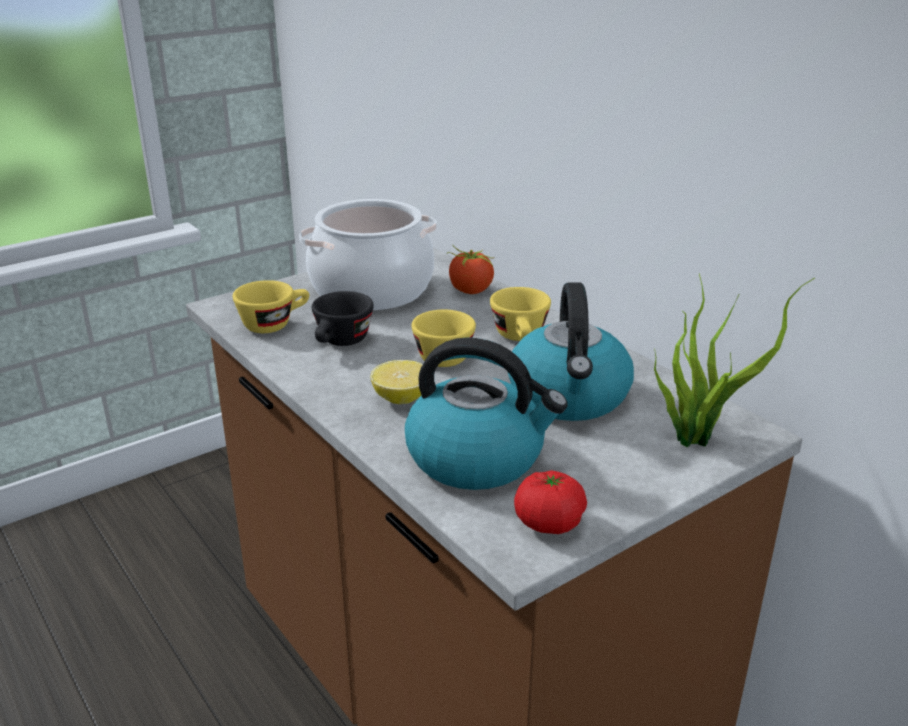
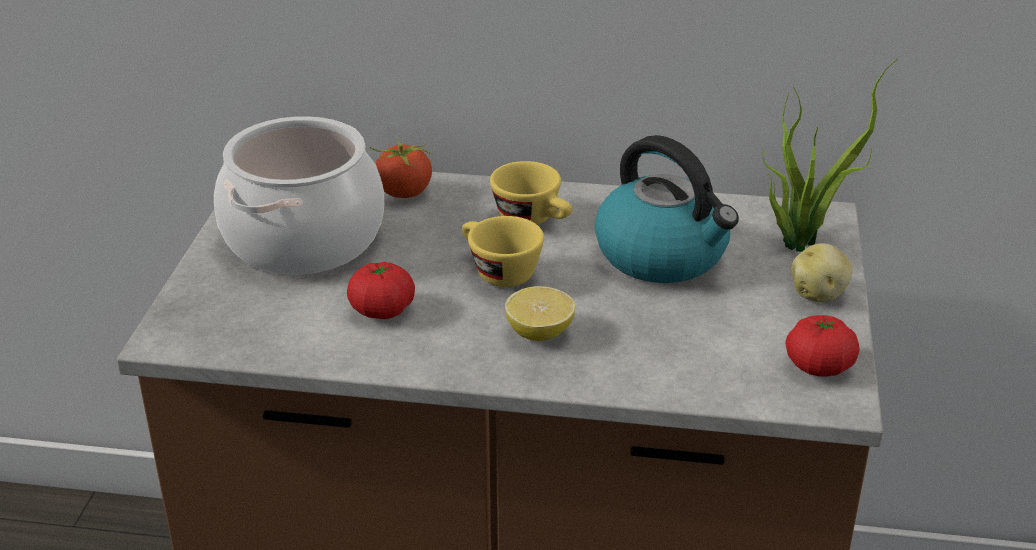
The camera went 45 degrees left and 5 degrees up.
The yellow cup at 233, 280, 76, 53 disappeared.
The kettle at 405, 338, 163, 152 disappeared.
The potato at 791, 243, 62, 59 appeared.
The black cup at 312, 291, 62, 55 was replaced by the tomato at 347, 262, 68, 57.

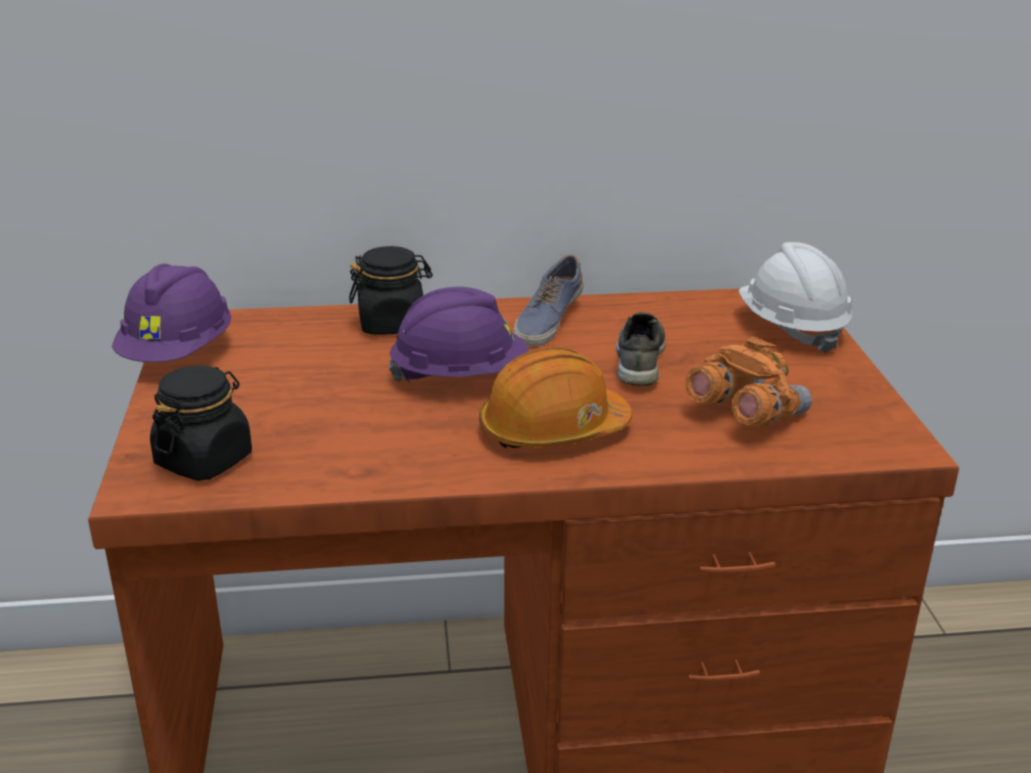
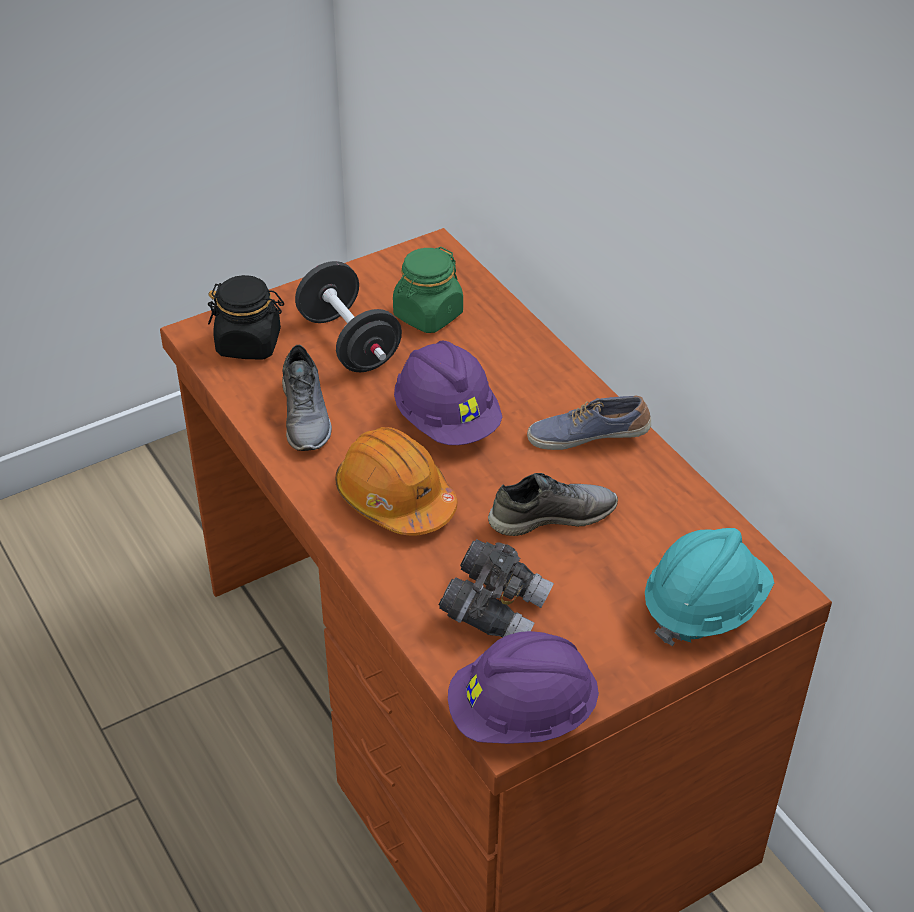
The camera went 65 degrees right and 15 degrees up.
The black jar at 349, 246, 84, 89 disappeared.
The grey shoe at 282, 345, 50, 106 appeared.
The black dumbbell at 295, 261, 107, 111 appeared.
The green jar at 393, 247, 70, 86 appeared.
The purple hard hat moved from 112, 264, 119, 98 to 448, 631, 151, 113.
The orange binoculars at 685, 337, 127, 90 became the grey binoculars at 438, 539, 116, 98.
The white hard hat at 738, 242, 114, 112 became the turquoise hard hat at 645, 528, 129, 118.

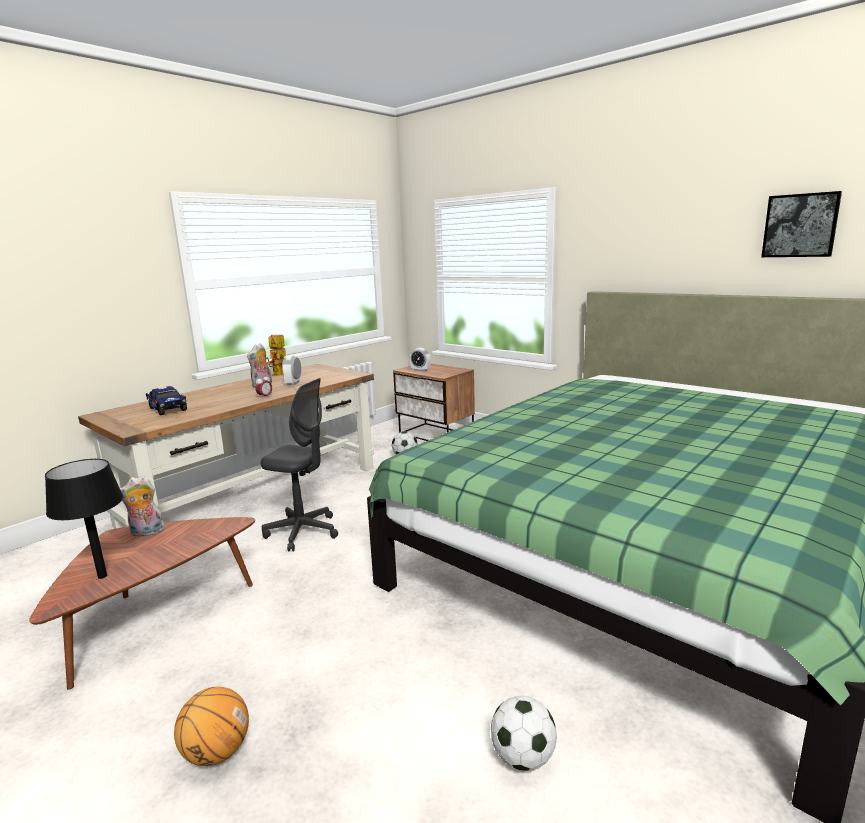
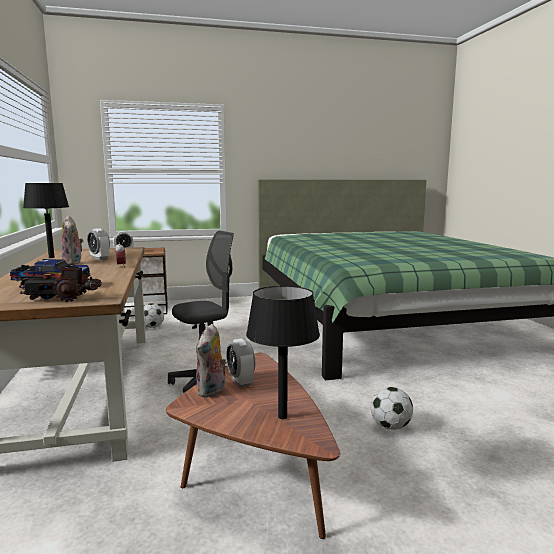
The camera went 55 degrees left and 5 degrees down.
The basketball at 174, 687, 75, 79 disappeared.
The picture at 761, 191, 81, 66 disappeared.
The toy truck at 15, 265, 87, 37 appeared.
The alarm clock at 226, 338, 29, 49 appeared.
The football moved from 491, 696, 66, 75 to 370, 387, 43, 43.
The toy robot at 266, 334, 20, 42 was replaced by the black table lamp at 23, 183, 46, 75.

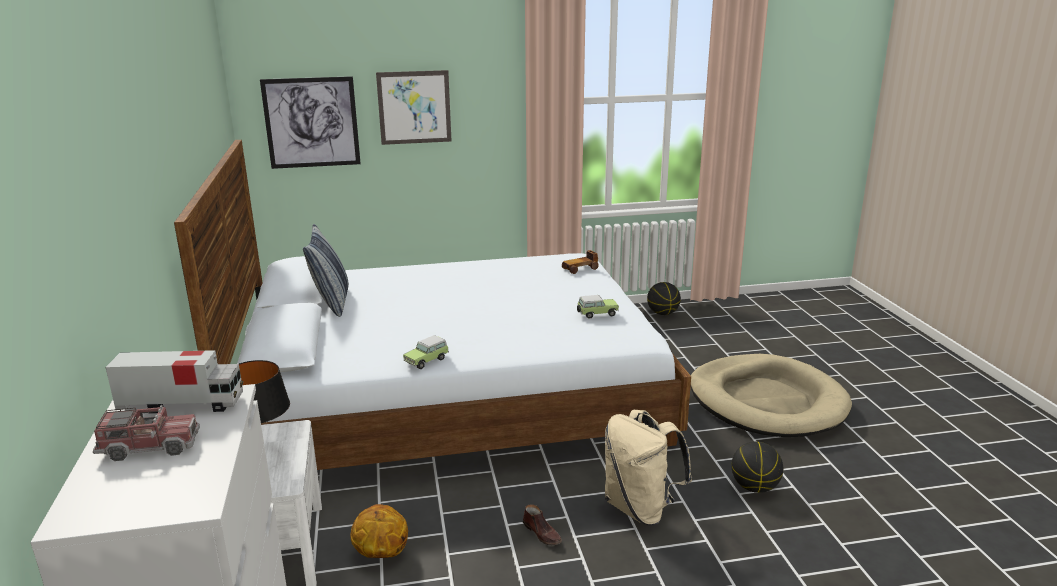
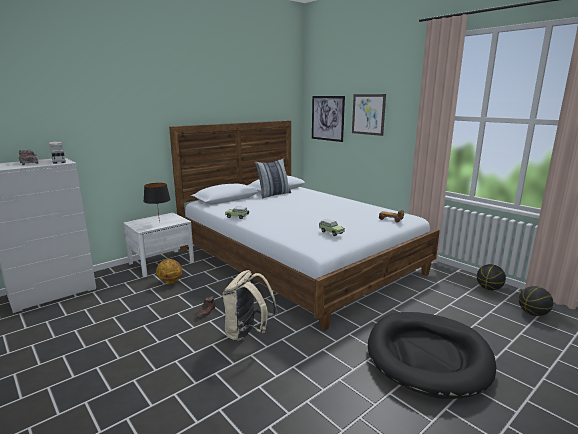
The camera went 60 degrees right and 5 degrees down.
The basketball moved from 731, 442, 52, 51 to 519, 286, 34, 30.
The beige dog bed at 691, 354, 161, 83 became the black dog bed at 368, 312, 128, 87.

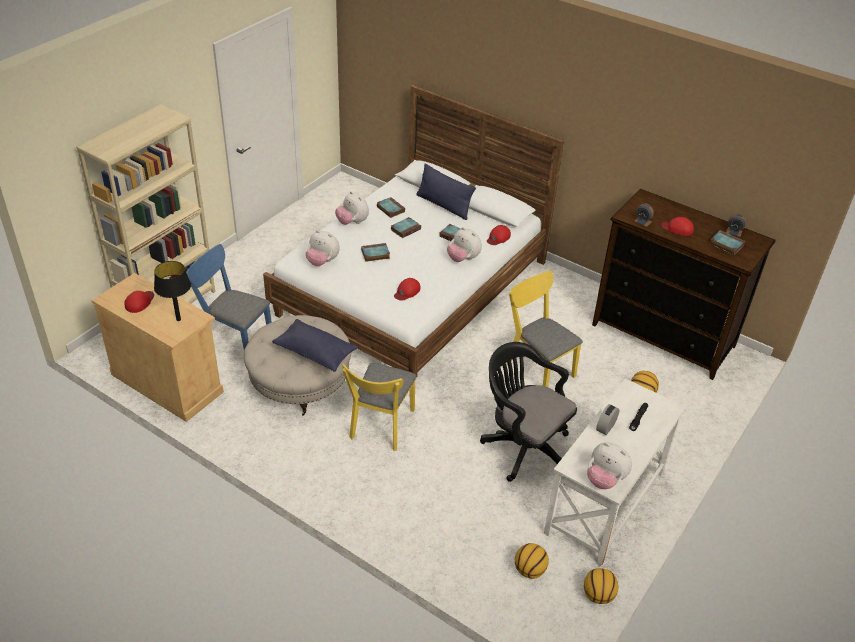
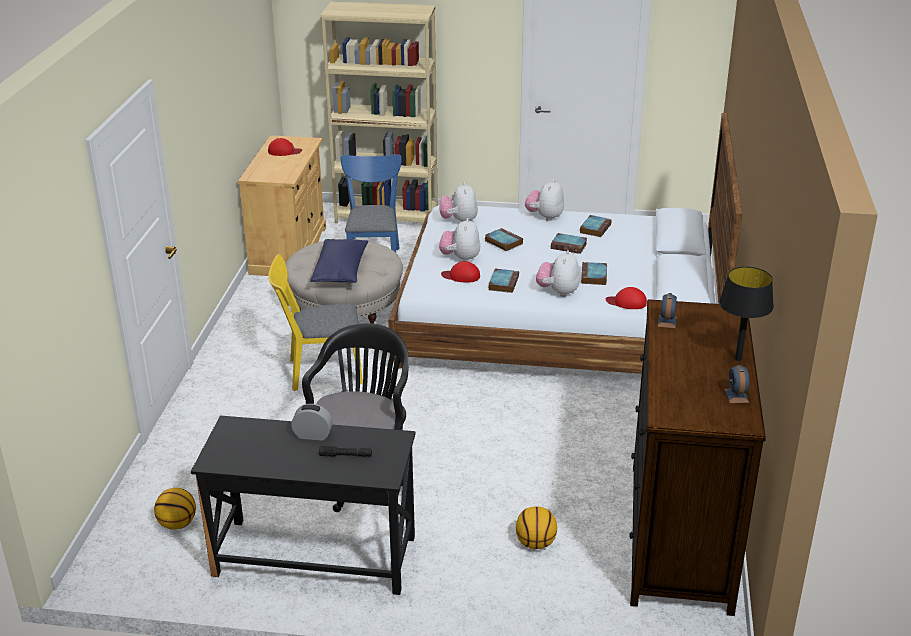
The camera went 65 degrees right and 10 degrees down.
The blue pillow at 416, 163, 60, 57 disappeared.
The yellow chair at 506, 271, 77, 116 disappeared.
The basketball at 584, 568, 34, 36 disappeared.
The red cap at 661, 217, 33, 19 disappeared.
The black table lamp moved from 154, 261, 37, 60 to 719, 267, 55, 94.
The plush toy moved from 587, 443, 45, 46 to 439, 218, 41, 44.
The book moved from 709, 230, 36, 25 to 488, 269, 31, 24.
The white desk at 544, 378, 142, 188 became the black desk at 191, 416, 225, 179.

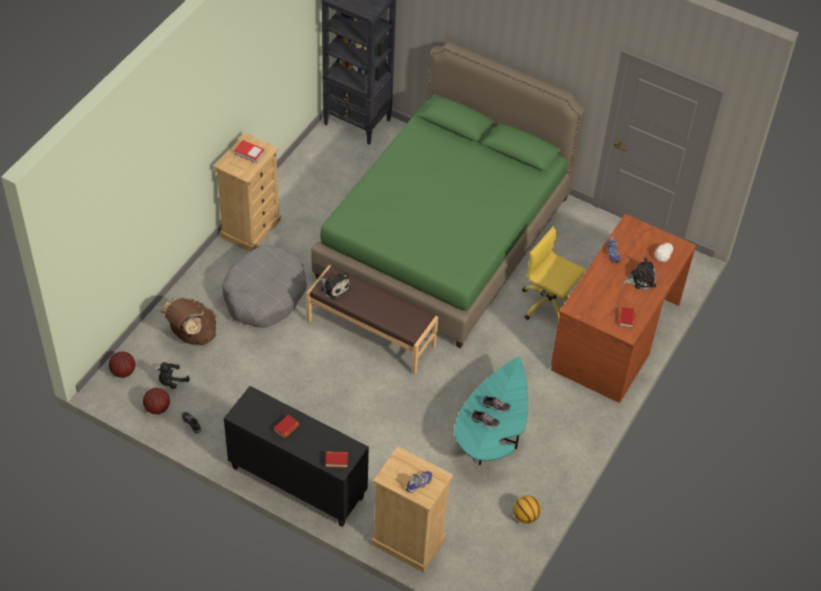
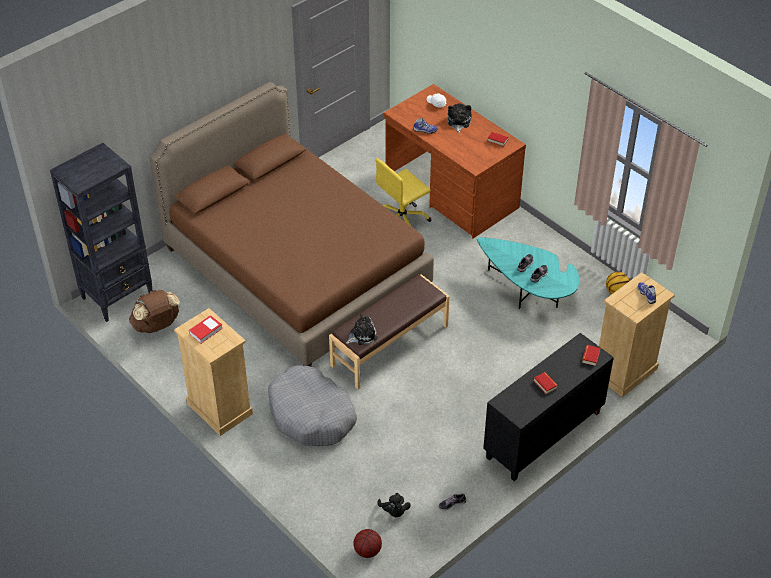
The camera went 70 degrees left and 5 degrees down.
The basketball at 143, 388, 27, 26 disappeared.
The brown backpack moved from 159, 298, 57, 47 to 129, 290, 51, 43.
The green bed at 311, 42, 274, 306 became the brown bed at 149, 82, 285, 285.

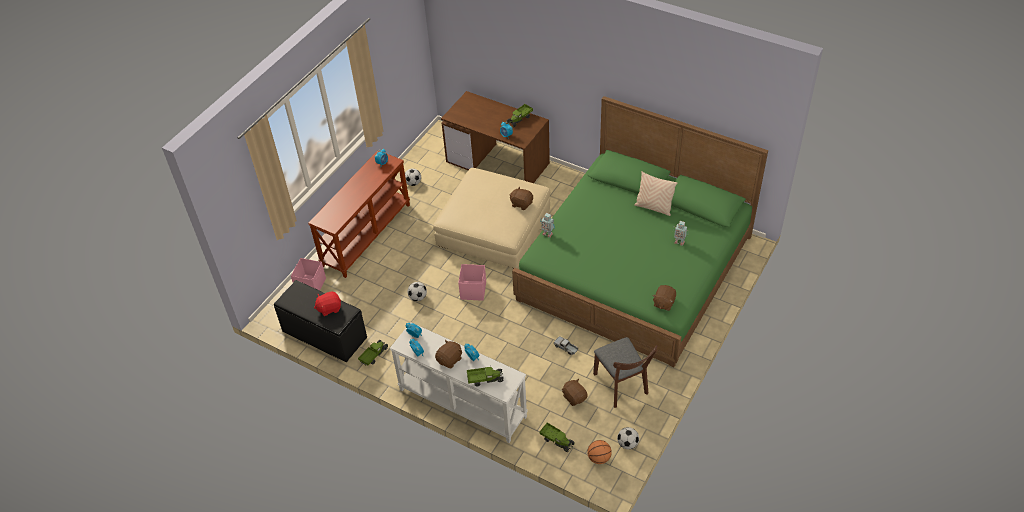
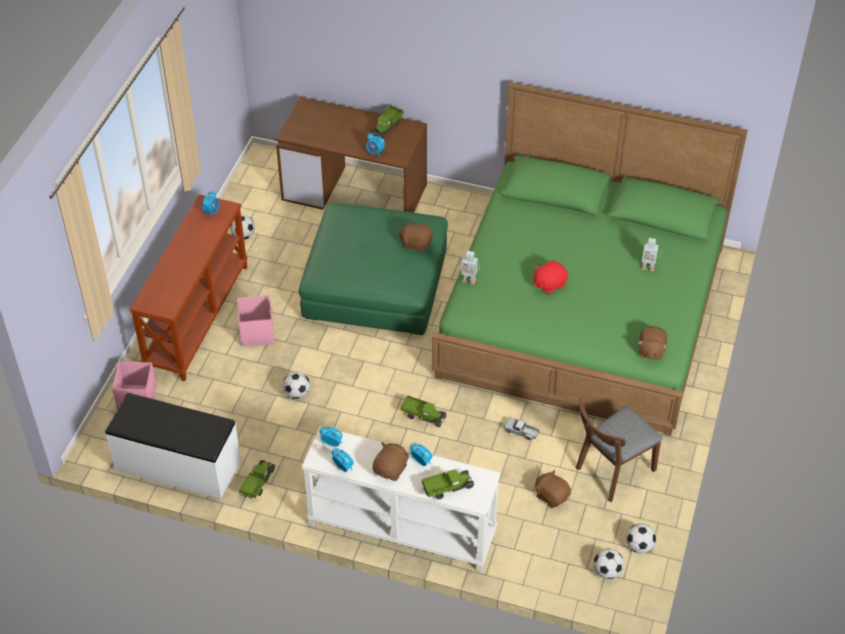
The camera went 15 degrees left and 0 degrees up.
The beige pillow at 634, 171, 43, 45 disappeared.
The red plush toy moved from 314, 291, 27, 25 to 534, 260, 34, 34.
The pink storage box moved from 458, 264, 28, 37 to 237, 295, 37, 52.
The toy truck moved from 539, 423, 36, 29 to 400, 395, 47, 32.
The basketball at 587, 440, 25, 24 was replaced by the football at 594, 548, 30, 31.
The black bench at 274, 280, 93, 82 became the white bench at 105, 393, 136, 106.
The beige ottoman at 433, 168, 117, 100 became the green ottoman at 299, 203, 149, 132.
The brown chair at 593, 337, 65, 71 turned 90 degrees clockwise.

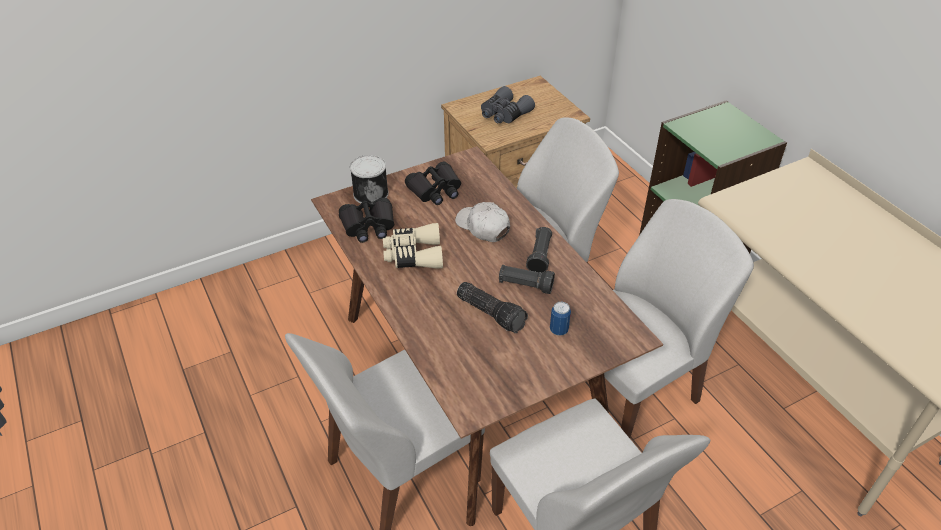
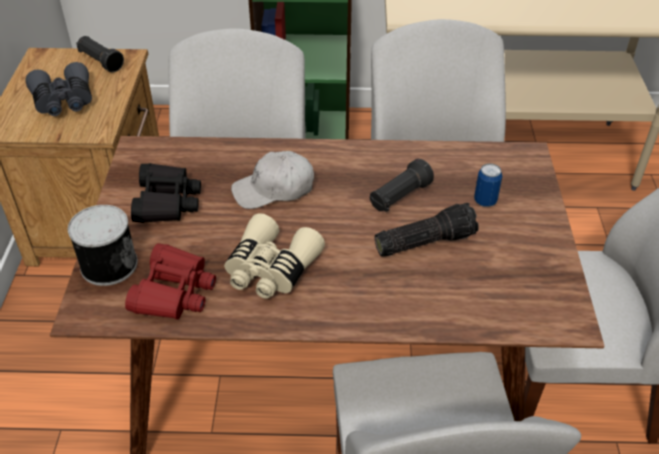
The camera went 60 degrees left and 0 degrees up.
The black flashlight moved from 526, 227, 26, 46 to 76, 36, 48, 36.
The black binoculars at 339, 198, 55, 45 became the red binoculars at 125, 243, 91, 77.

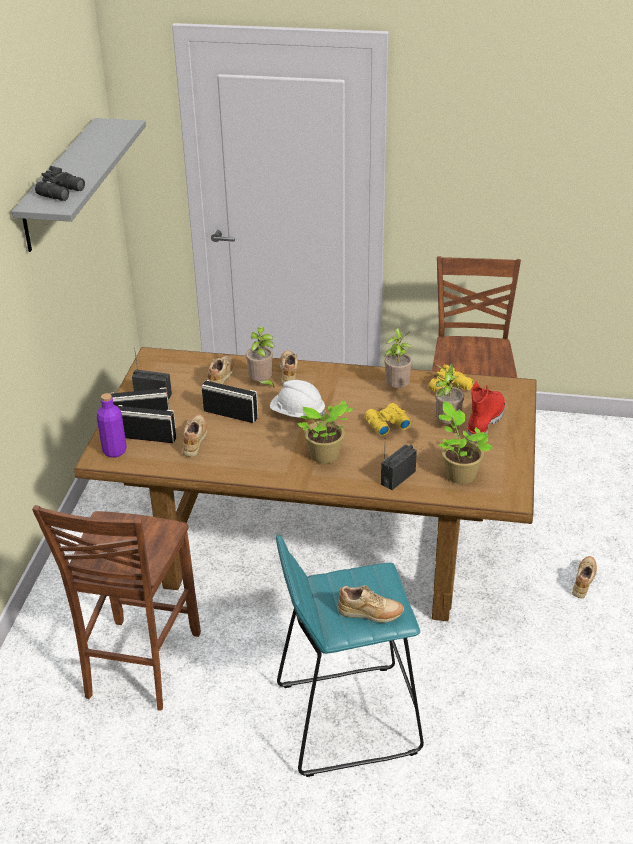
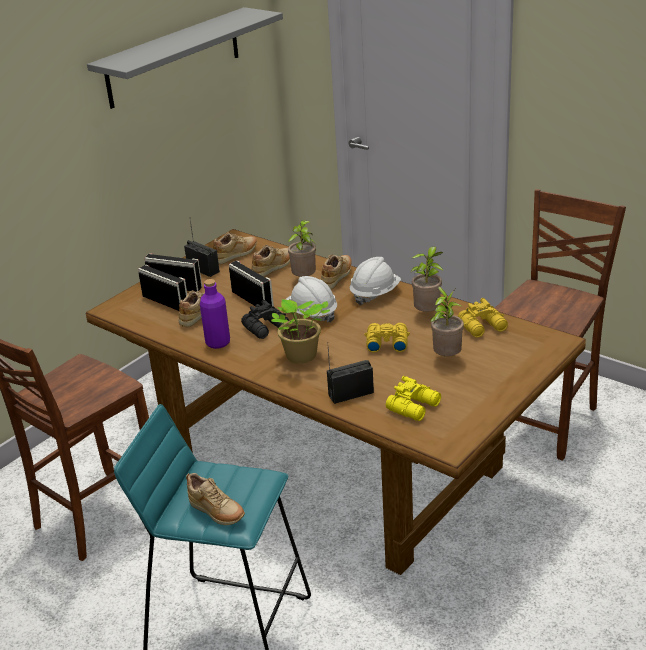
The camera went 30 degrees right and 5 degrees down.
The red boot at 467, 382, 38, 61 disappeared.
The white hard hat at 350, 257, 51, 48 appeared.
The black binoculars moved from 35, 166, 50, 35 to 241, 300, 48, 39.
The purple bottle moved from 97, 393, 30, 64 to 200, 279, 30, 70.
The beige shoe moved from 572, 556, 25, 43 to 213, 232, 44, 33.
The potted plant at 439, 401, 54, 83 was replaced by the yellow binoculars at 386, 376, 55, 45.

